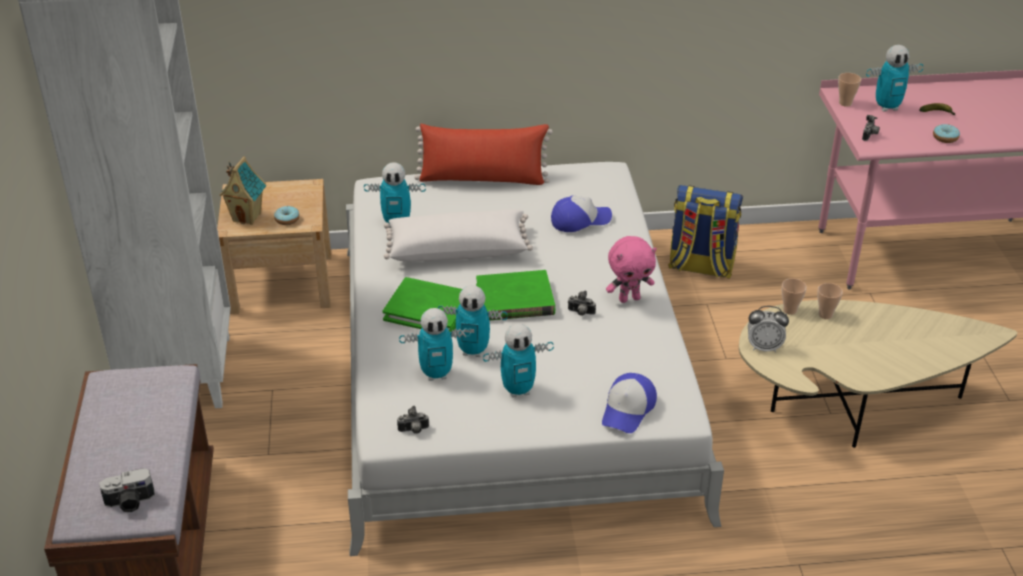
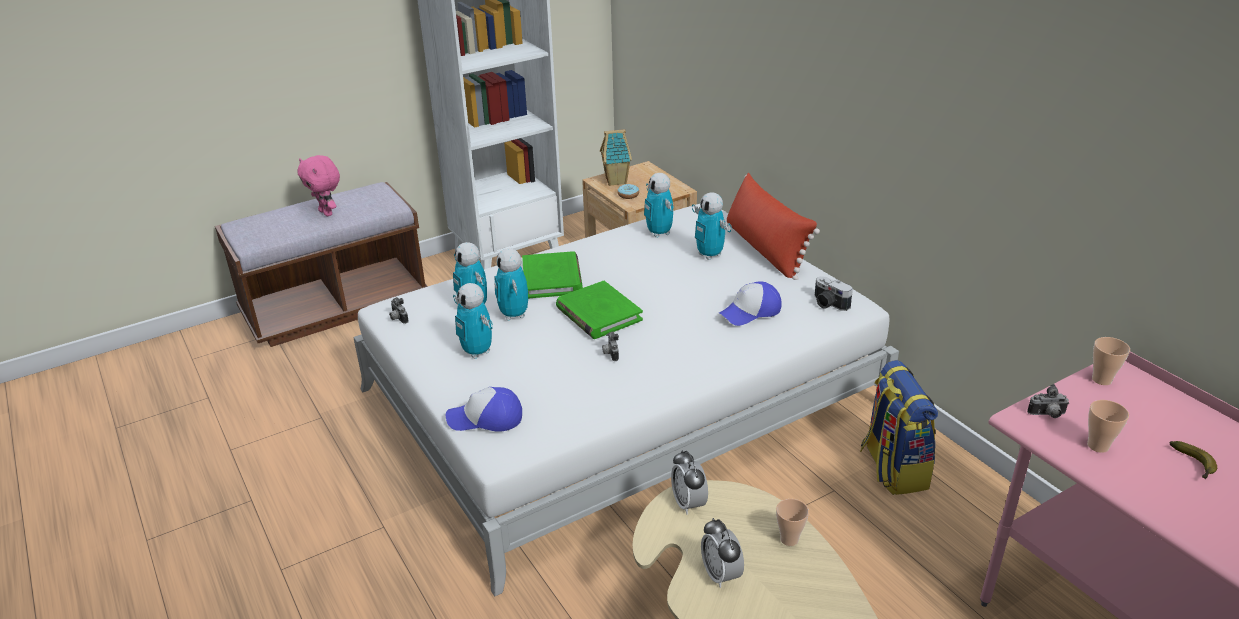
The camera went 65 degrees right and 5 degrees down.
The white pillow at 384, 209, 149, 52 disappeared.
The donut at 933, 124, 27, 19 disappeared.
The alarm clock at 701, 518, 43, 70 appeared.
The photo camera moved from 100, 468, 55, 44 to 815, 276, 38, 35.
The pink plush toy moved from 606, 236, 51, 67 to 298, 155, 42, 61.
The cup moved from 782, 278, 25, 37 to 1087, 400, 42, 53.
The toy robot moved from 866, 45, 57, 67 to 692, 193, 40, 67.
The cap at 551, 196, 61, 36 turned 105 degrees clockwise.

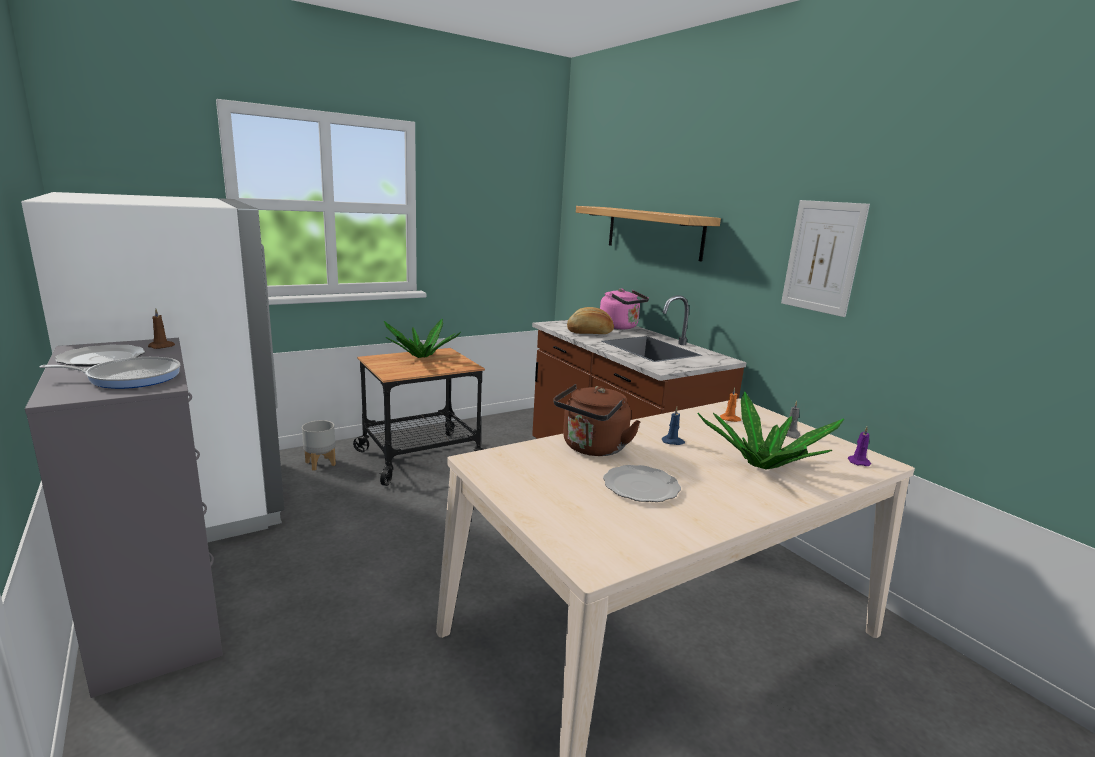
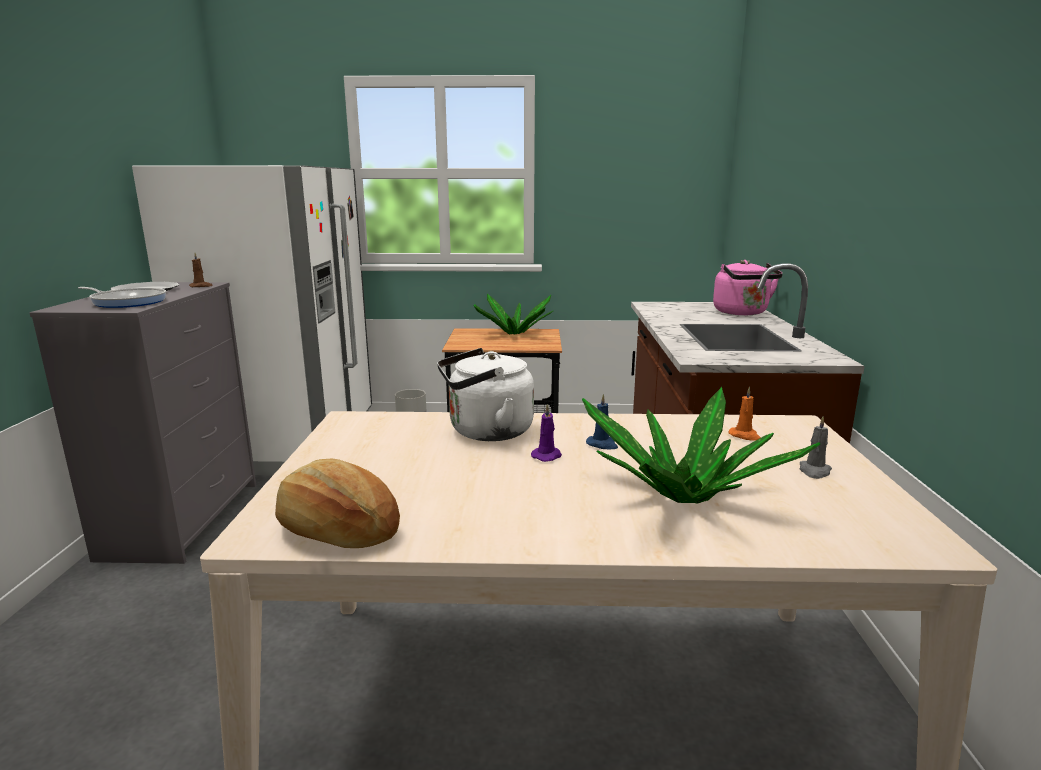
The camera went 35 degrees right and 0 degrees up.
The shelf at 576, 206, 145, 56 disappeared.
The plate at 603, 465, 78, 37 disappeared.
The picture at 781, 200, 89, 117 disappeared.
The bread moved from 567, 307, 47, 27 to 275, 459, 125, 89.
The purple candle moved from 848, 427, 23, 39 to 531, 404, 31, 58.
The brown kettle at 553, 384, 88, 72 became the white kettle at 437, 348, 97, 93.

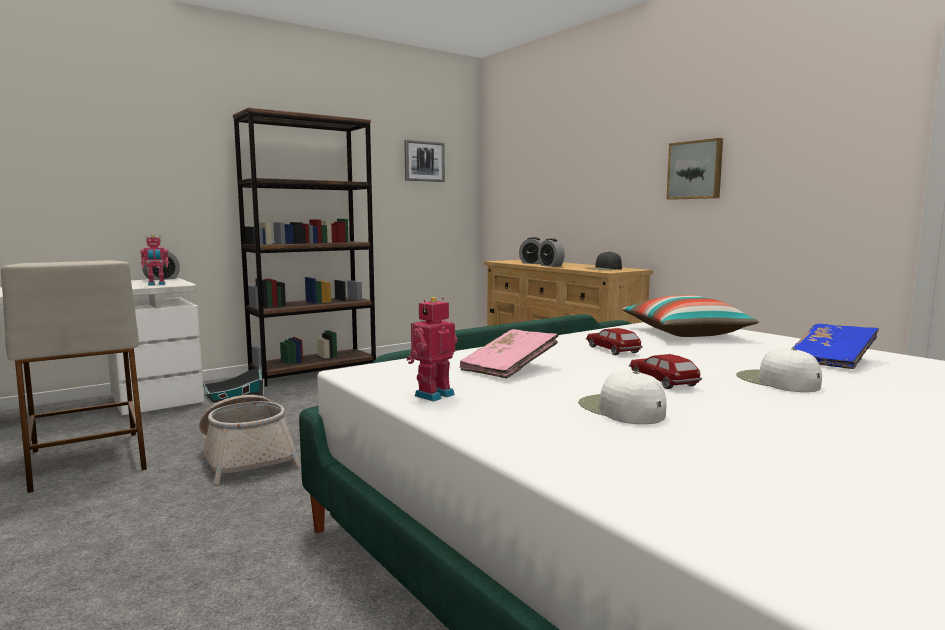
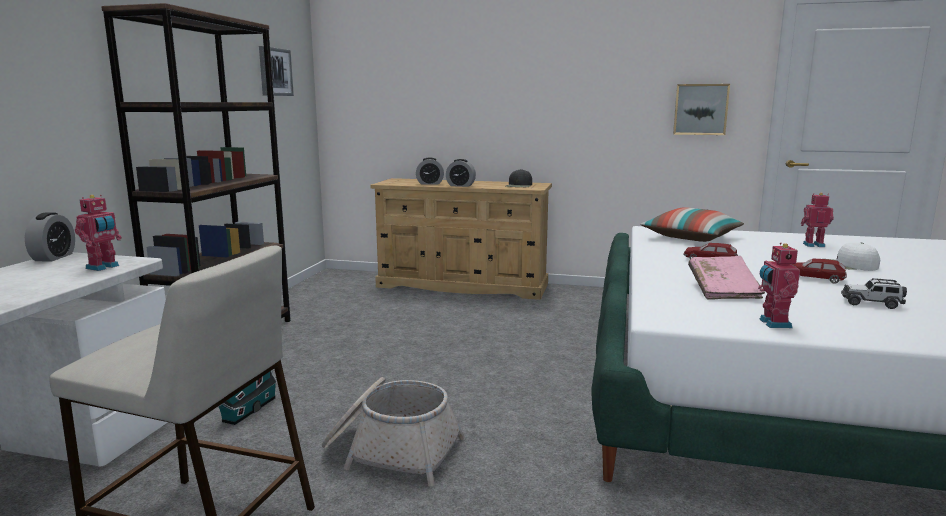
The camera went 40 degrees left and 5 degrees up.
The picture moved from 666, 138, 57, 62 to 673, 84, 57, 51.
The white cap at 578, 370, 88, 54 was replaced by the toy car at 841, 278, 66, 31.
The blue book at 791, 324, 88, 45 was replaced by the toy robot at 801, 193, 33, 54.

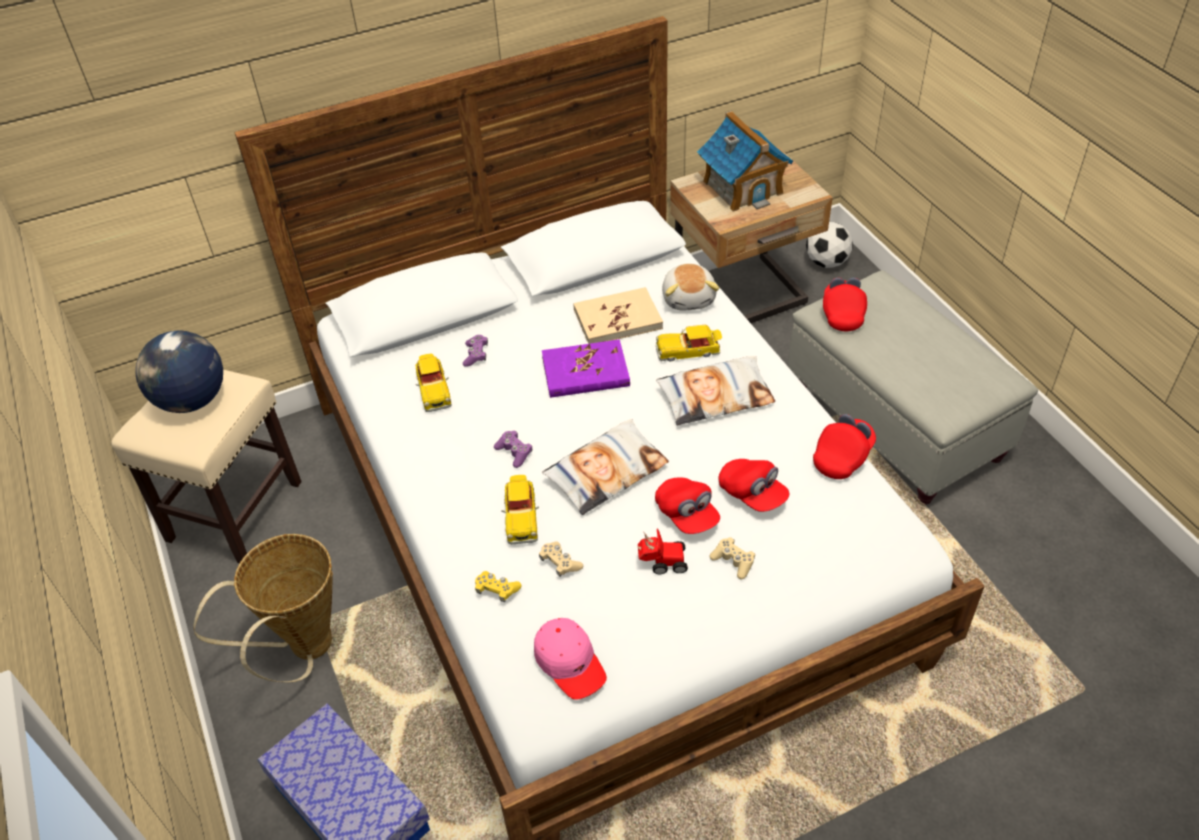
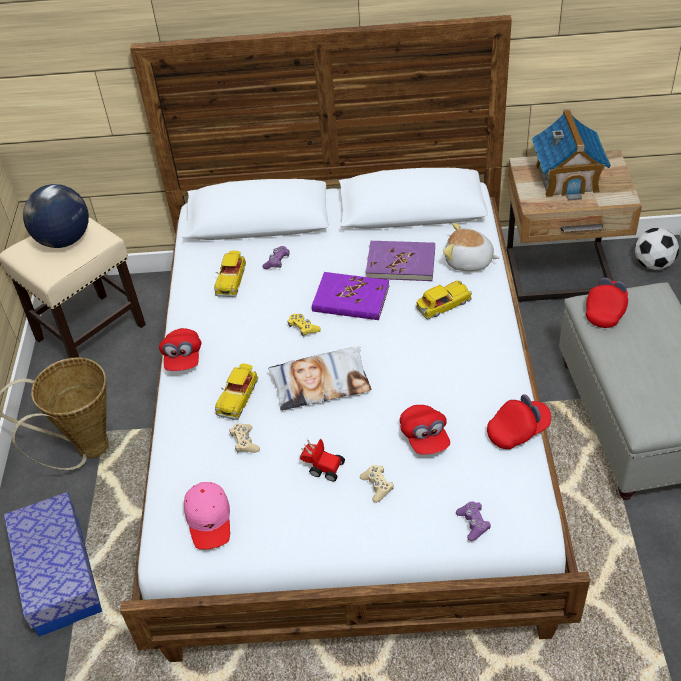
The camera went 25 degrees right and 0 degrees up.
The pillow at 656, 356, 119, 69 disappeared.
The yellow game controller moved from 475, 571, 46, 31 to 288, 314, 33, 23.
The purple game controller moved from 494, 431, 38, 37 to 456, 501, 35, 40.
The red cap moved from 655, 477, 65, 57 to 159, 328, 42, 43.
The beige book at 574, 287, 89, 57 became the purple book at 366, 241, 69, 40.
The toy car at 656, 325, 66, 36 turned 135 degrees clockwise.
The plush toy at 662, 264, 58, 47 turned 90 degrees clockwise.

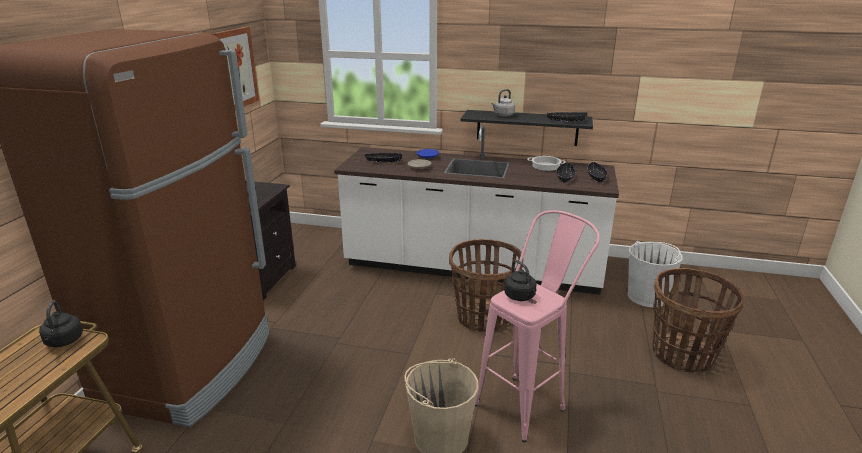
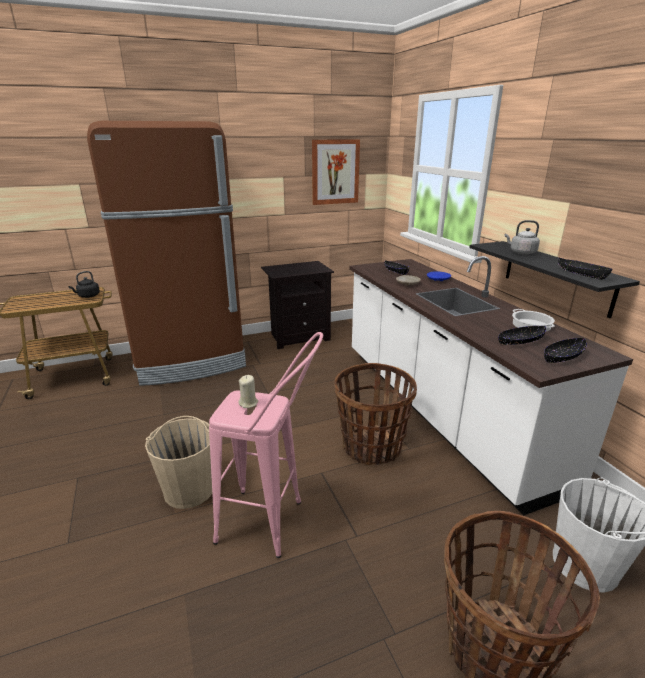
The camera went 55 degrees right and 0 degrees up.
The black kettle at 504, 260, 33, 41 was replaced by the beige candle at 239, 375, 19, 33.

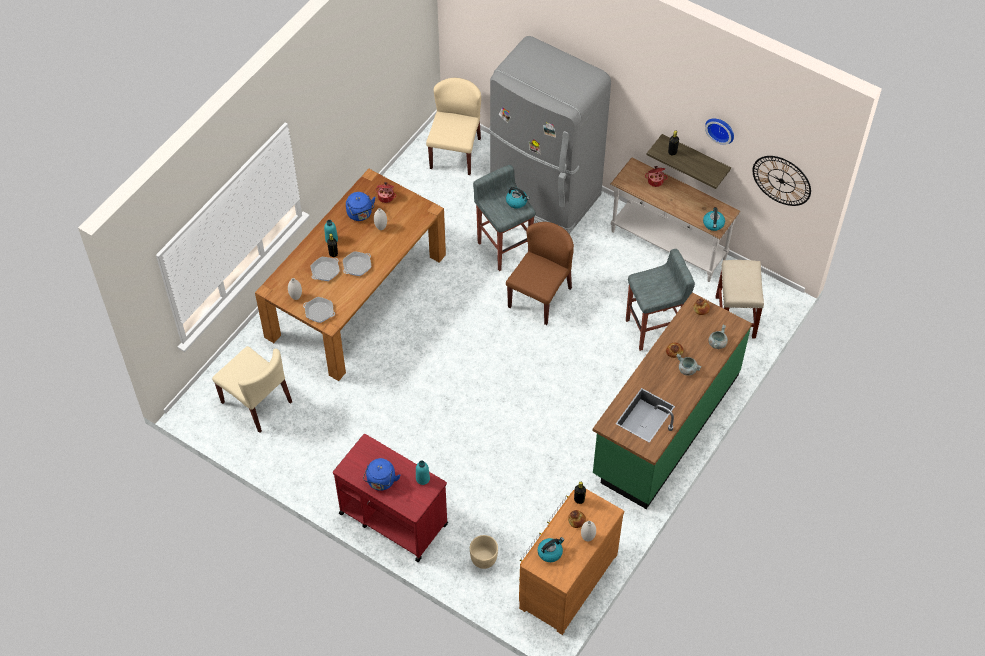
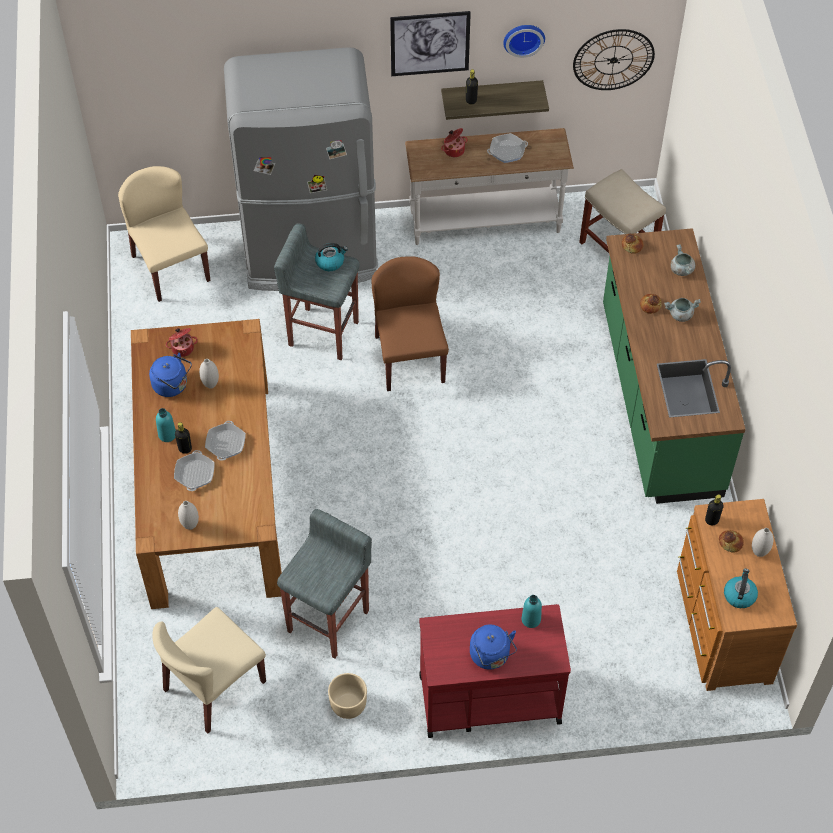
The camera went 40 degrees left and 0 degrees up.
The kettle at 703, 207, 22, 24 disappeared.
The picture at 390, 11, 81, 65 appeared.
The frying pan moved from 303, 297, 32, 26 to 487, 133, 41, 30.
The beige planter moved from 470, 535, 28, 34 to 328, 673, 39, 46.
The grey stool moved from 626, 249, 69, 102 to 277, 509, 95, 150.
The beige chair at 212, 346, 80, 87 turned 135 degrees clockwise.

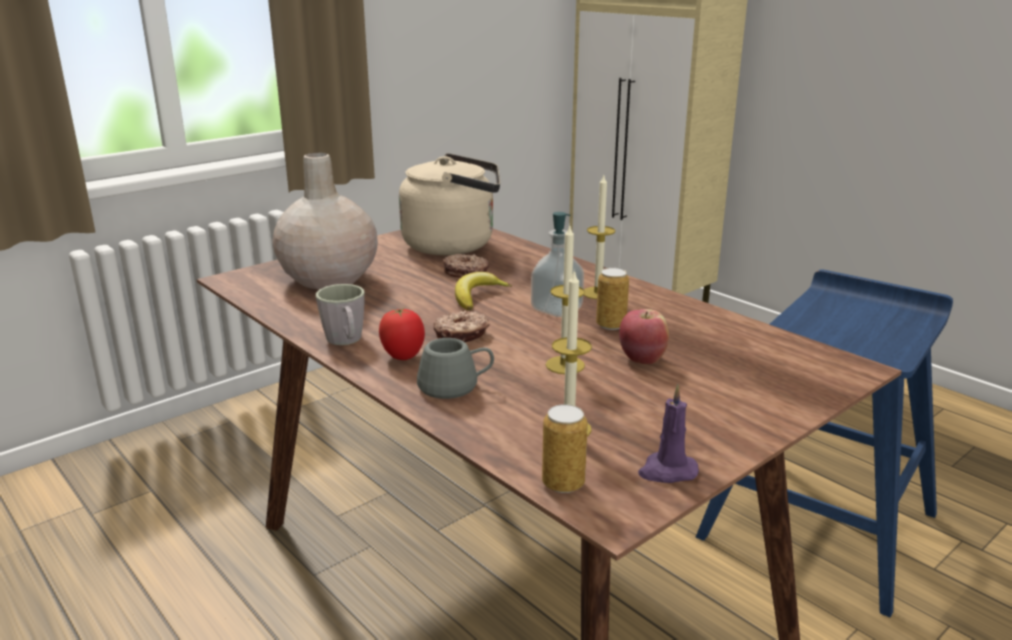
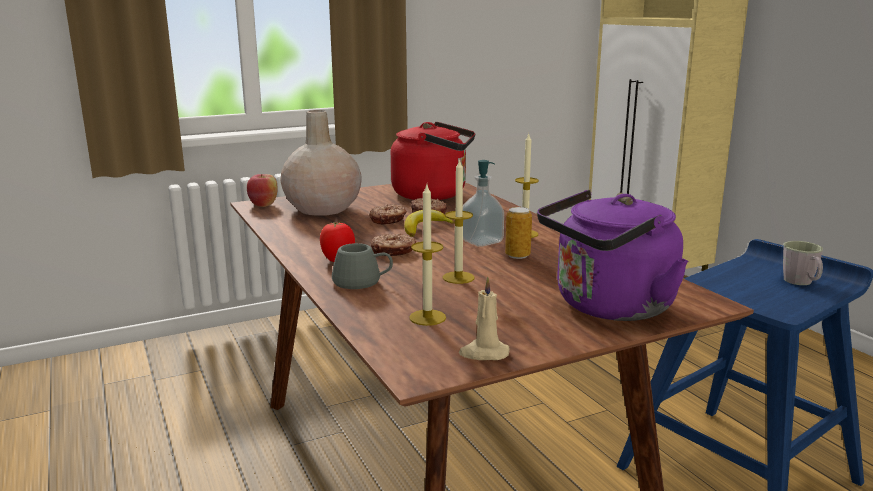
The camera went 15 degrees right and 5 degrees down.
The can at 542, 404, 46, 89 disappeared.
The donut at 369, 204, 38, 20 appeared.
The purple kettle at 537, 190, 151, 131 appeared.
The grey mug moved from 316, 284, 49, 61 to 783, 241, 40, 44.
The apple moved from 619, 309, 50, 55 to 247, 174, 31, 33.
The beige kettle at 399, 153, 101, 102 became the red kettle at 390, 122, 85, 78.
The purple candle at 638, 384, 61, 99 became the beige candle at 459, 276, 51, 84.

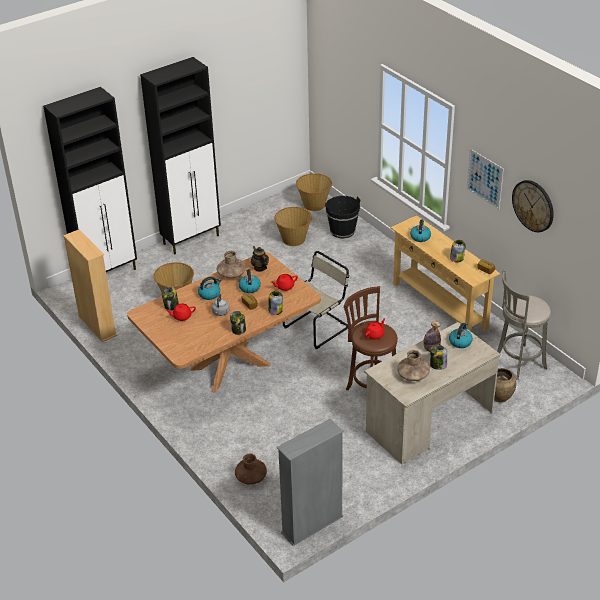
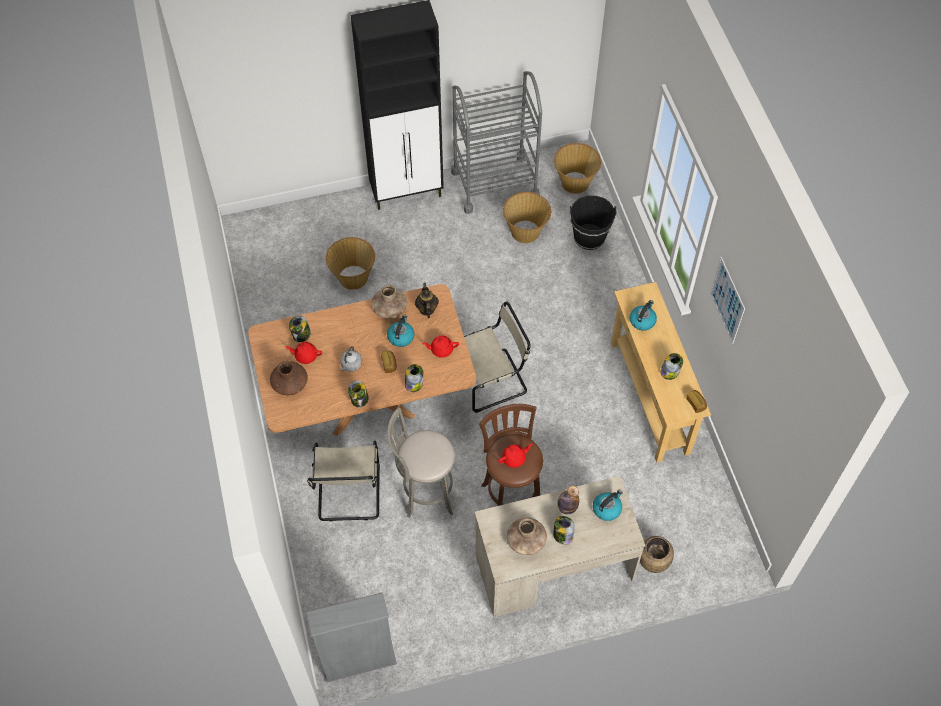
The camera went 20 degrees right and 20 degrees up.
The black cabinet at 43, 87, 94, 185 disappeared.
The beige bookcase at 63, 229, 55, 113 disappeared.
The kettle at 198, 277, 23, 23 disappeared.
The wall clock at 512, 180, 42, 52 disappeared.
The beige chair at 307, 441, 73, 80 appeared.
The grey cart at 451, 71, 91, 143 appeared.
The brown vase moved from 235, 453, 32, 32 to 270, 361, 38, 34.
The grey stool moved from 497, 270, 54, 110 to 387, 407, 68, 111.

